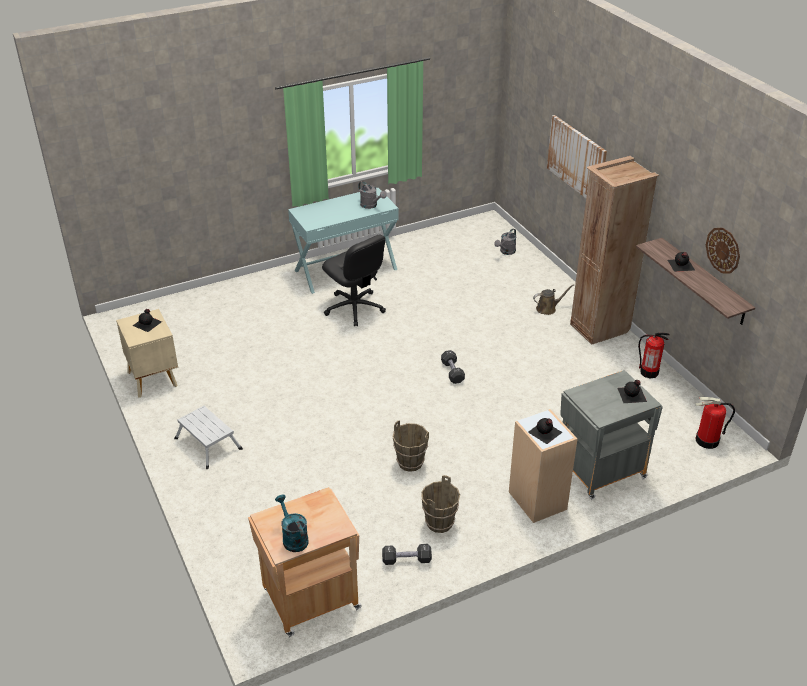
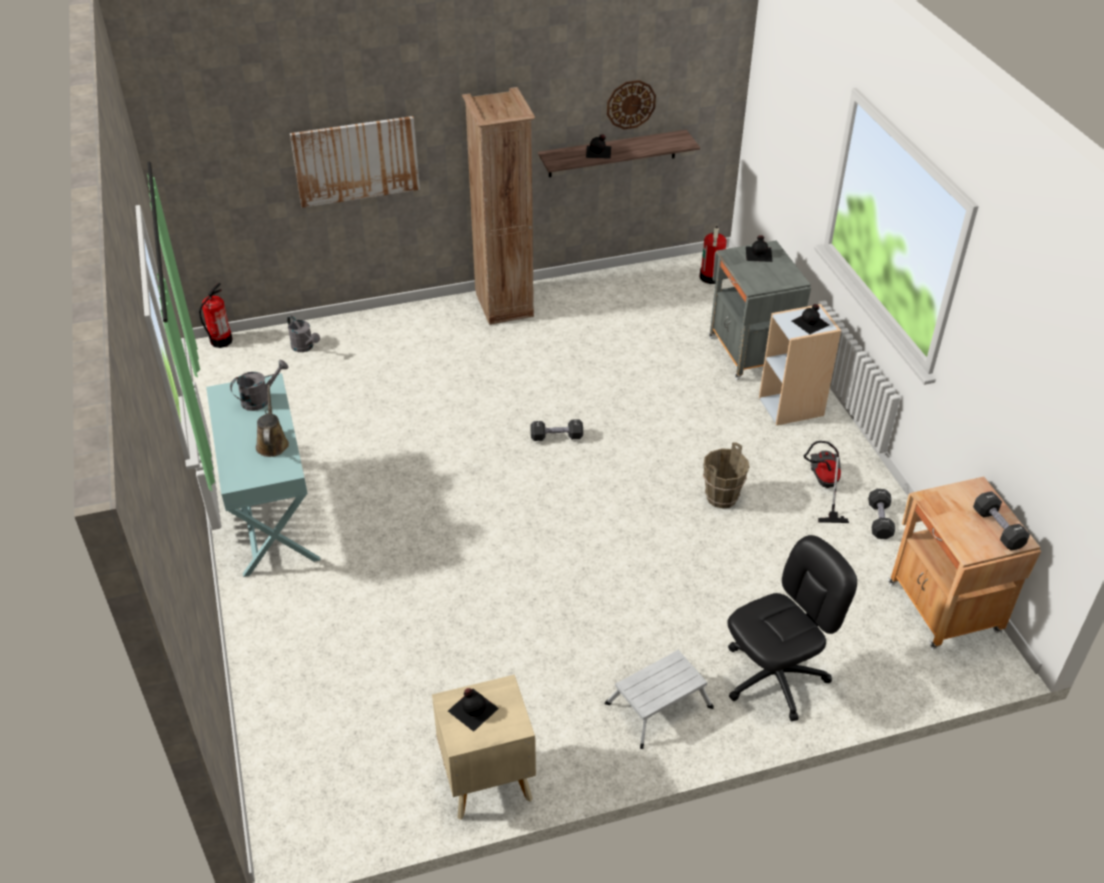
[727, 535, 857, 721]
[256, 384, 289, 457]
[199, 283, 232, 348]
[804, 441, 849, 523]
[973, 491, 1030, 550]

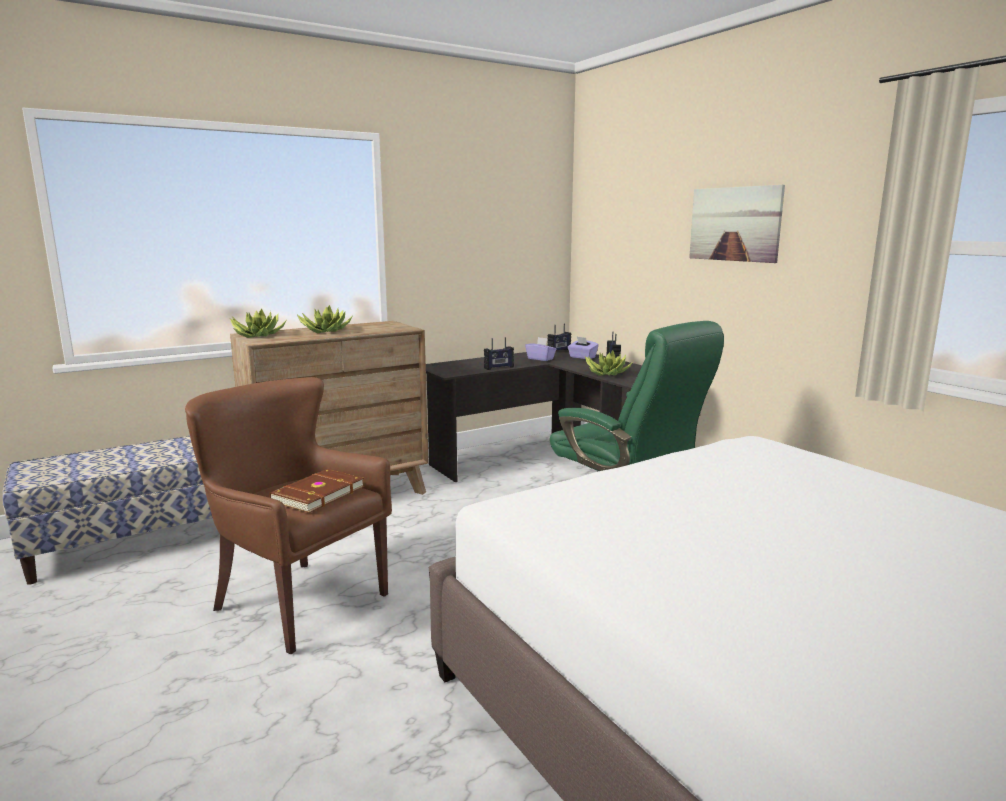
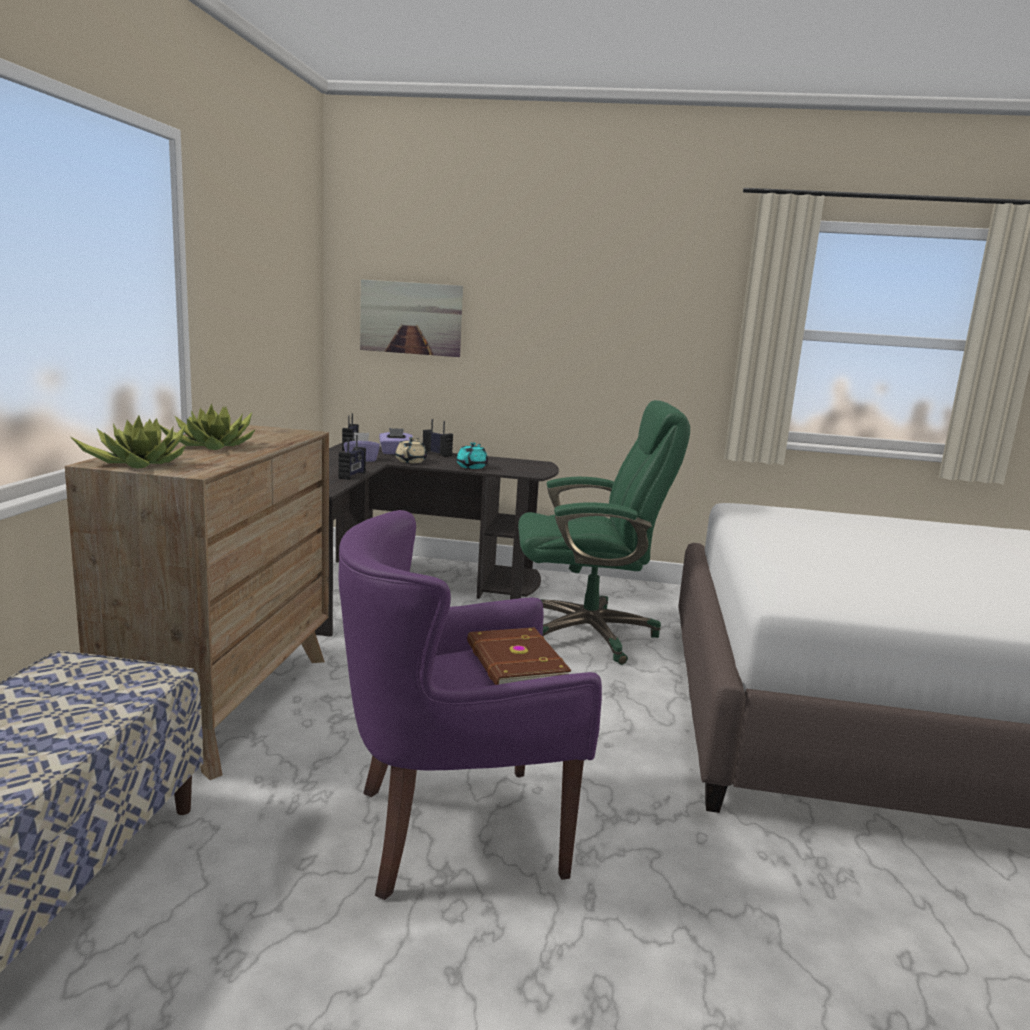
[360, 279, 463, 357]
[456, 442, 488, 469]
[339, 510, 602, 900]
[395, 437, 427, 463]

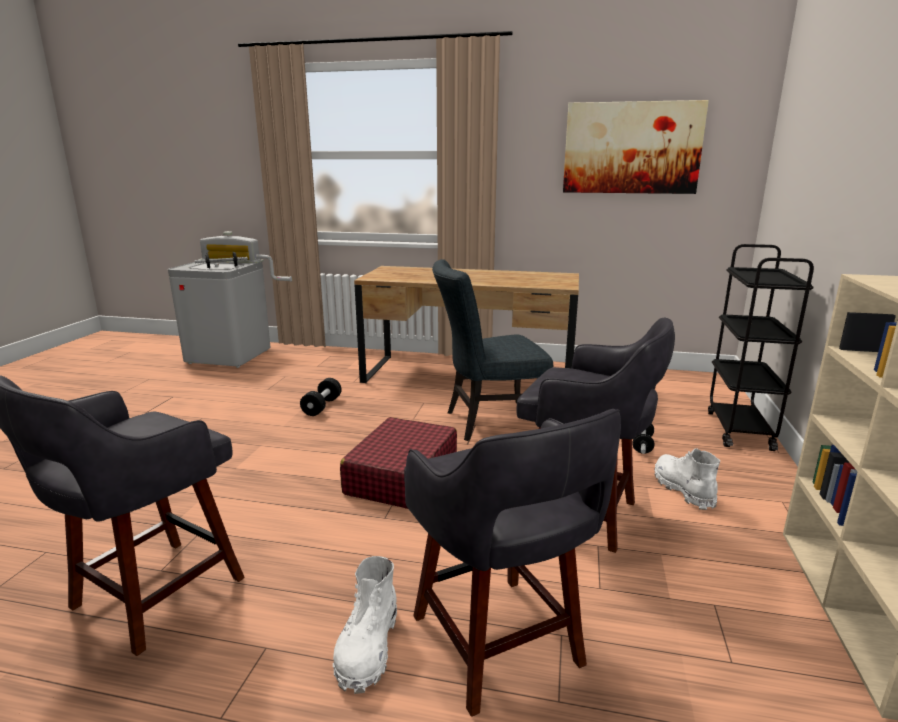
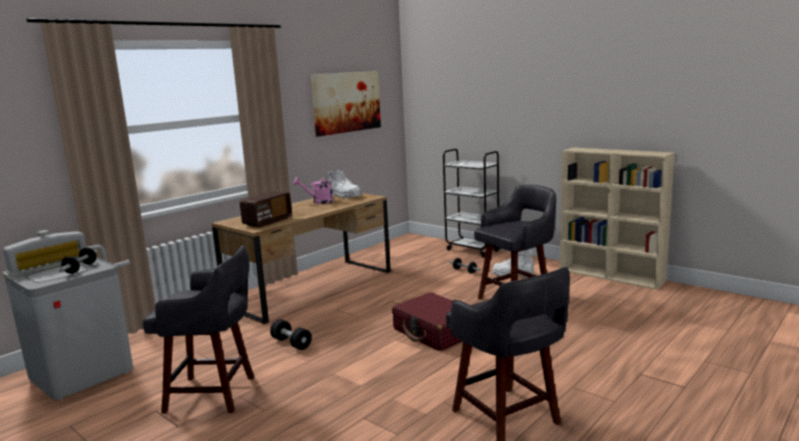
[443, 149, 501, 258]
[432, 259, 553, 441] (first image)
[143, 245, 254, 414]
[328, 171, 361, 199]
[293, 175, 337, 204]
[240, 191, 292, 227]

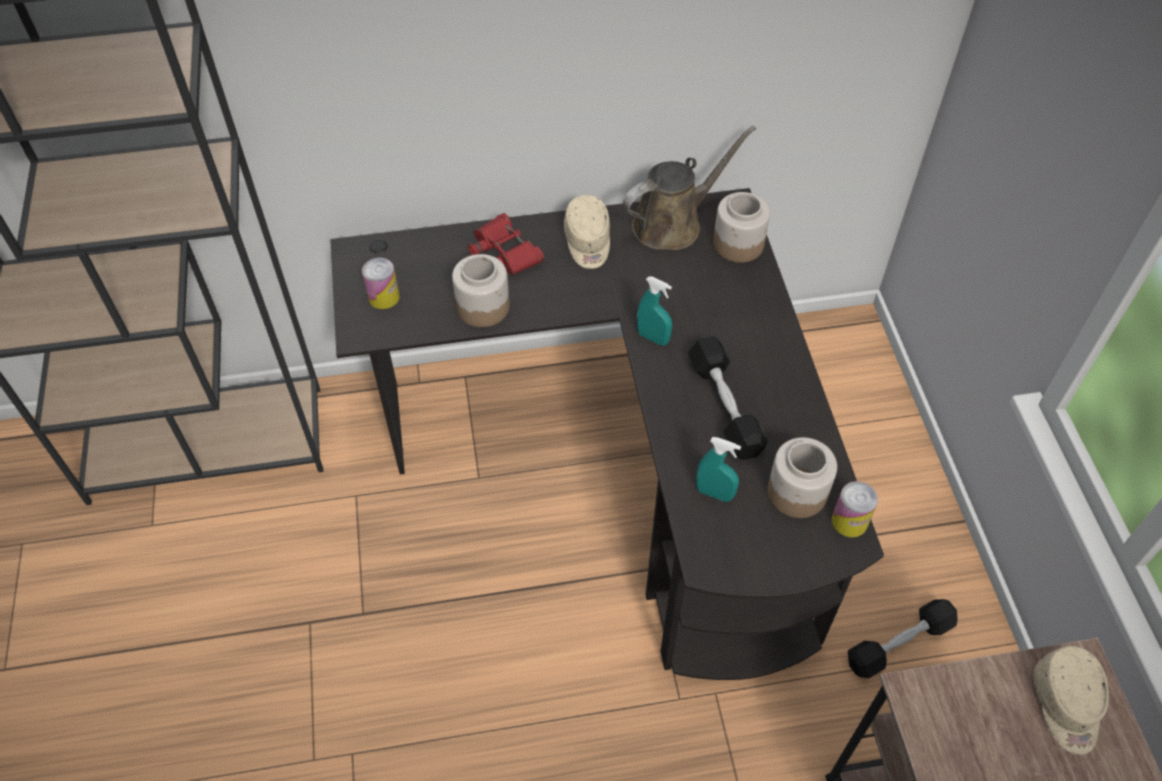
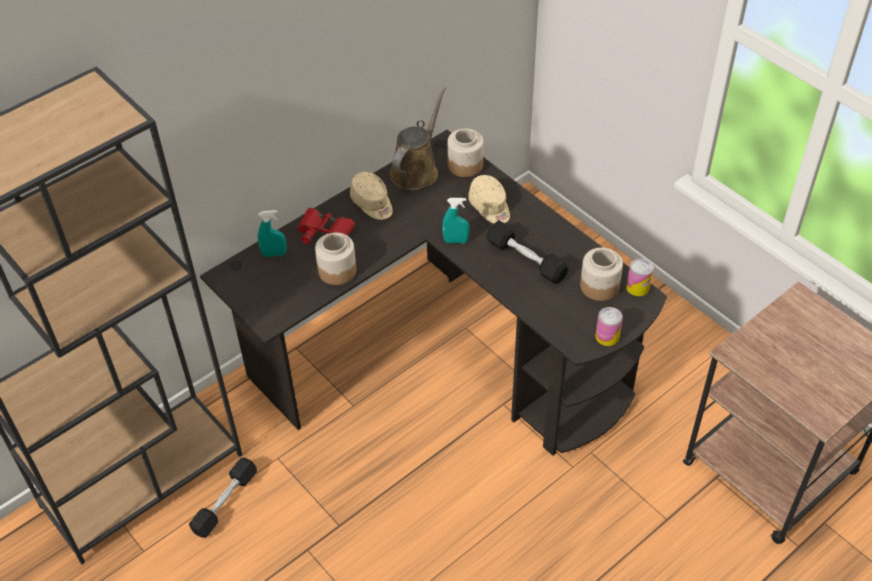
[596, 307, 623, 346]
[258, 210, 286, 257]
[189, 458, 257, 538]
[468, 175, 510, 223]

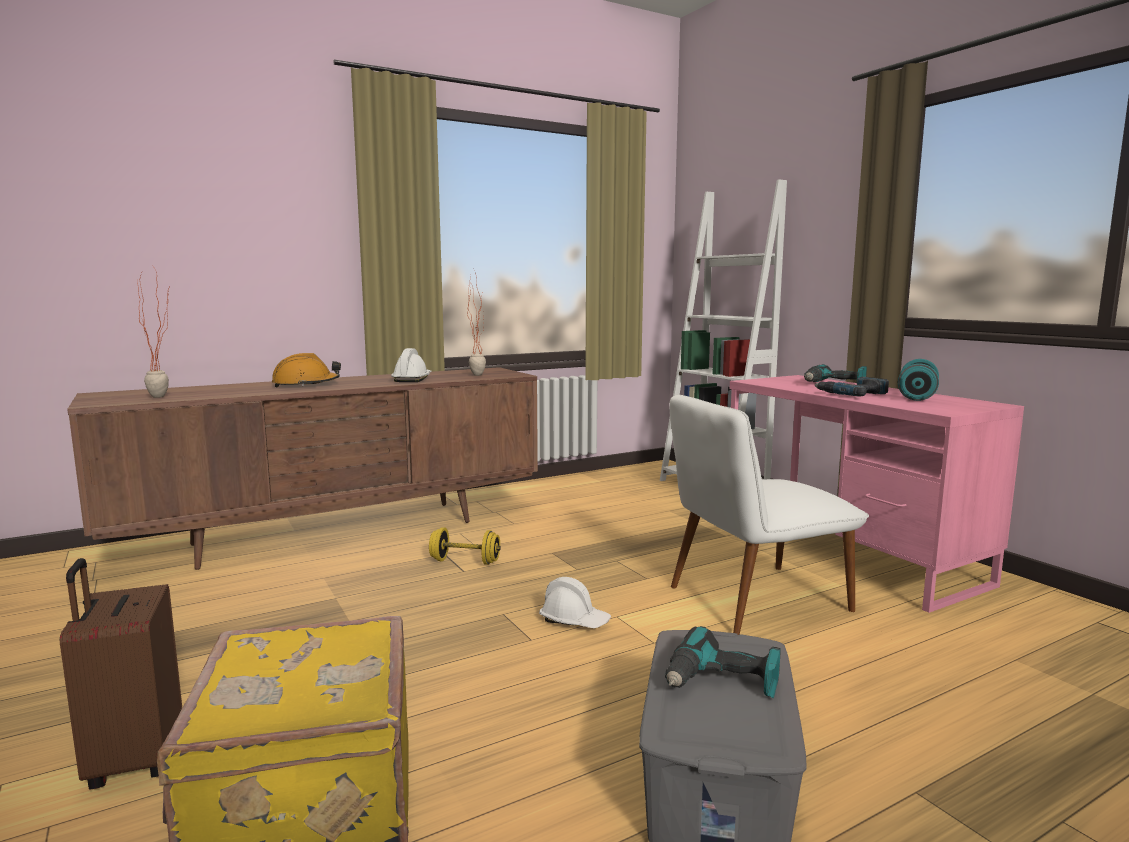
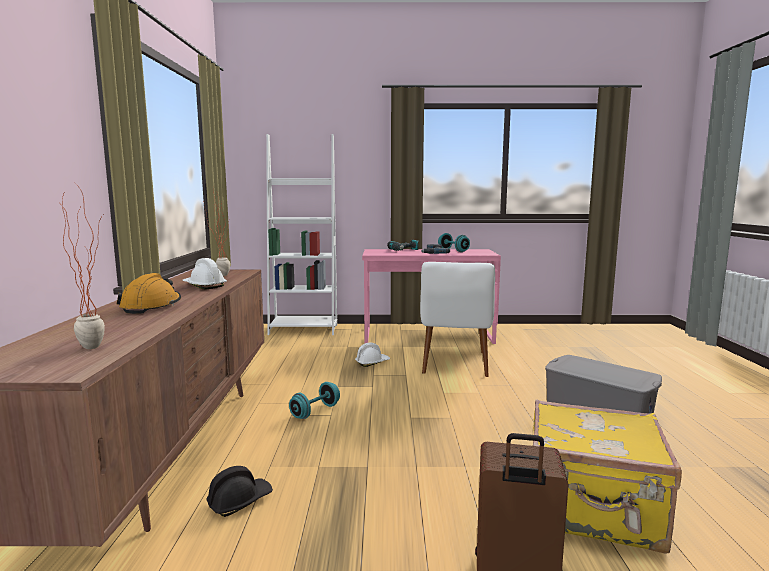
[289, 382, 340, 419]
[355, 342, 390, 367]
[665, 626, 781, 698] (first image)
[206, 466, 273, 517]

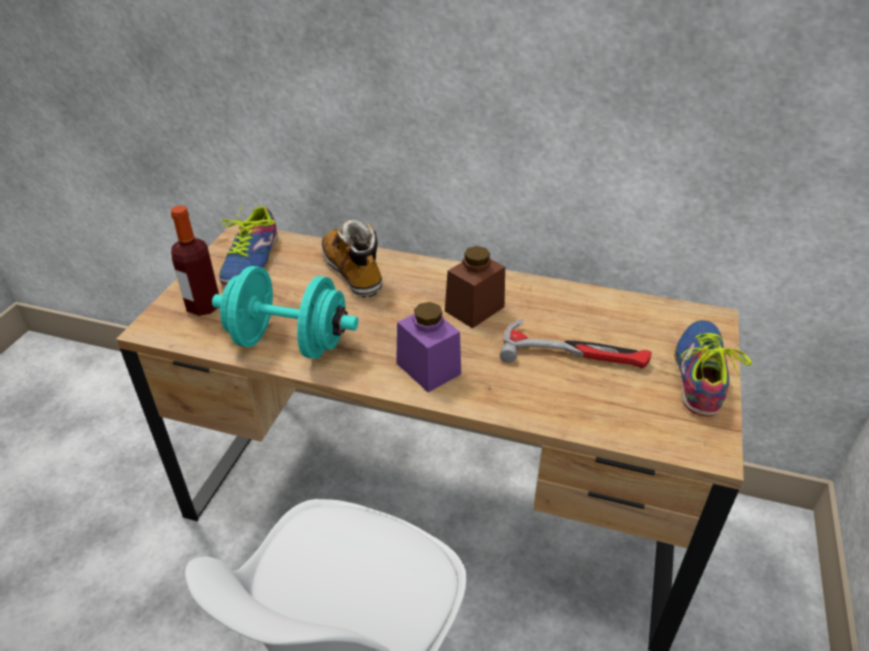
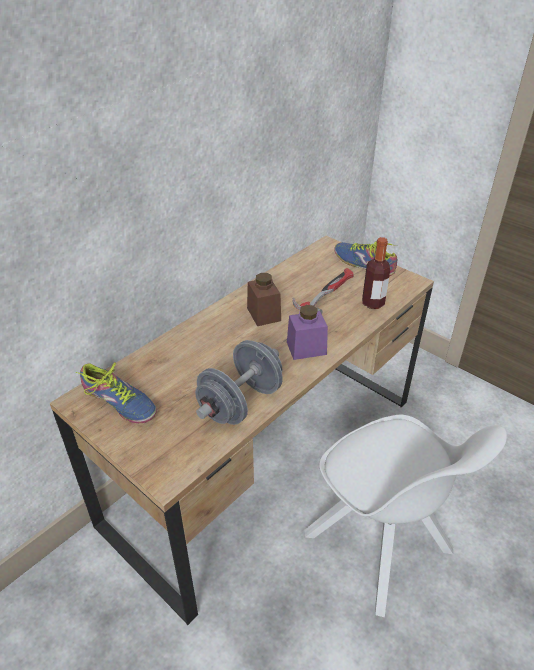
[362, 237, 390, 309]
[321, 219, 382, 297] (first image)
[195, 340, 283, 425]

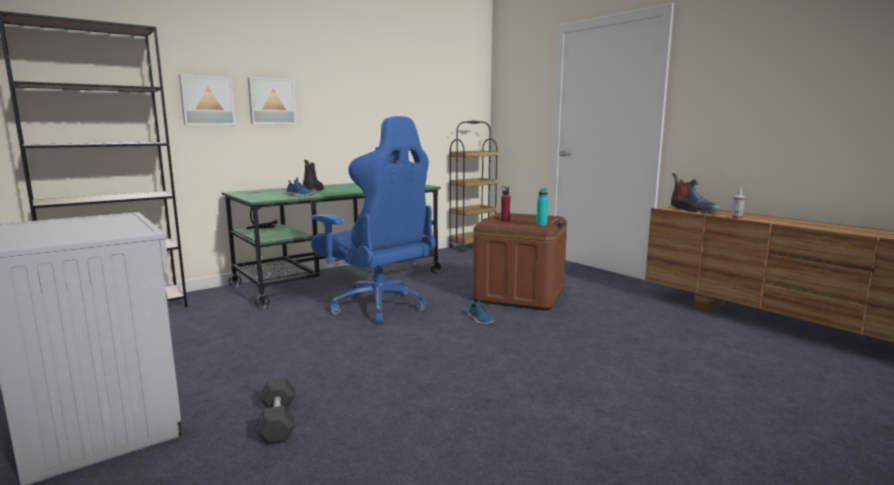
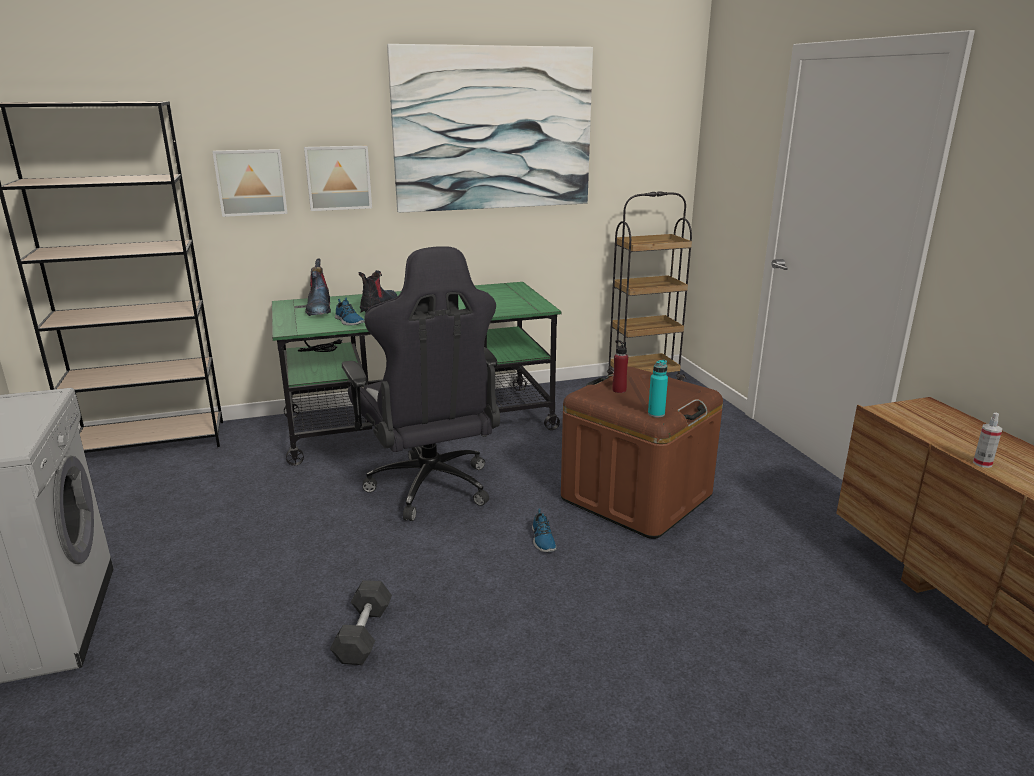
[342, 246, 500, 521]
[305, 259, 331, 316]
[330, 580, 392, 665]
[387, 44, 593, 213]

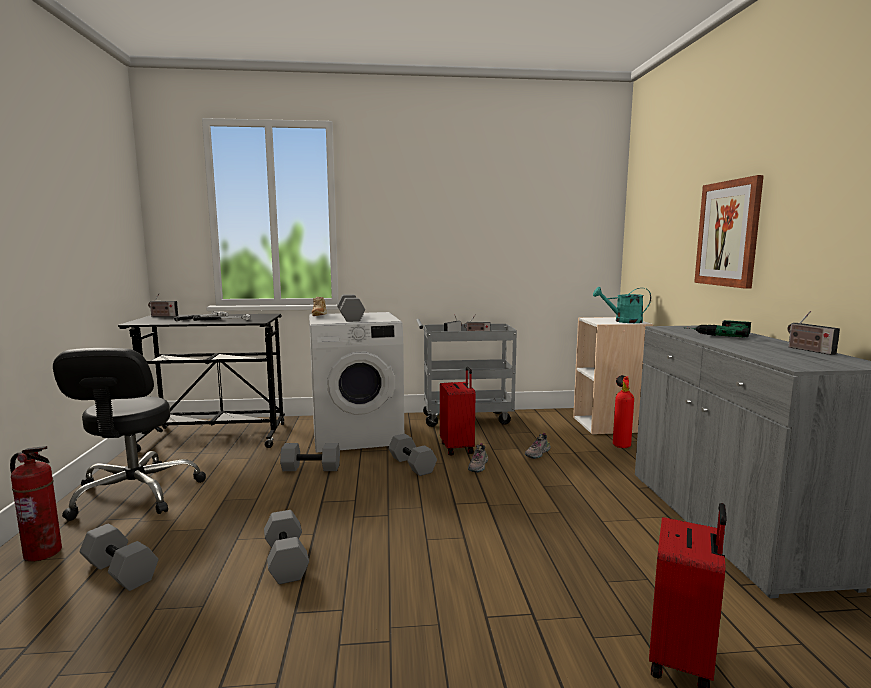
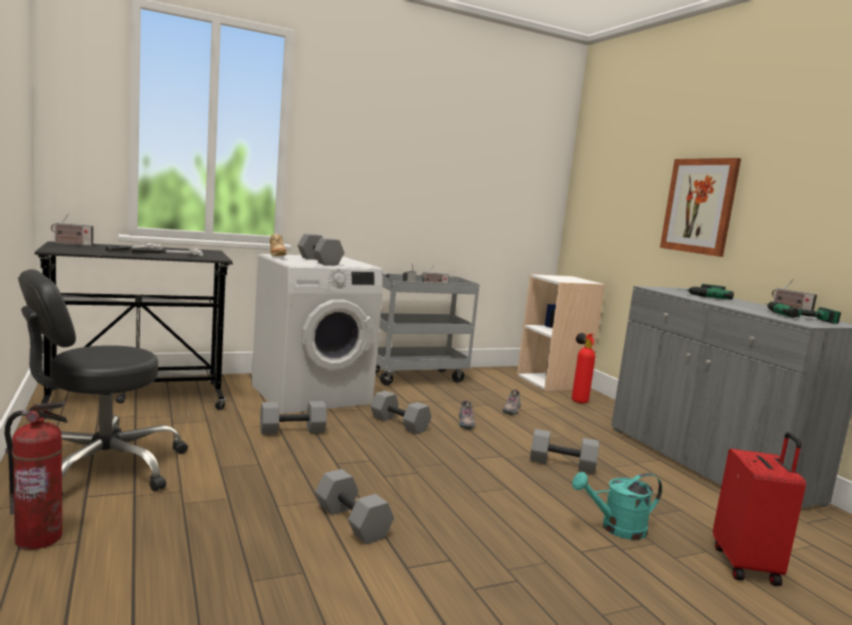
[572, 472, 662, 540]
[18, 269, 188, 496]
[440, 367, 475, 455] (first image)
[530, 429, 599, 473]
[764, 302, 841, 324]

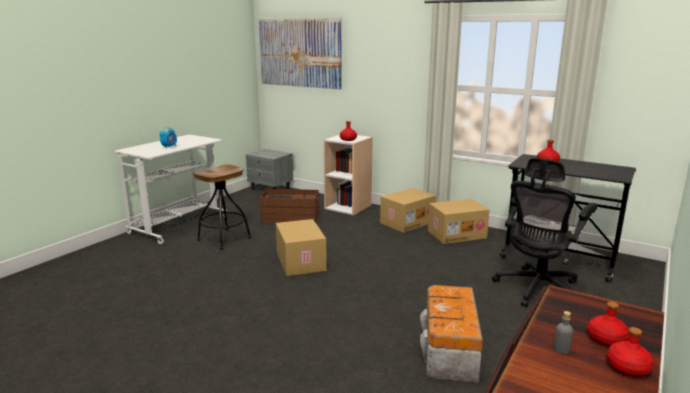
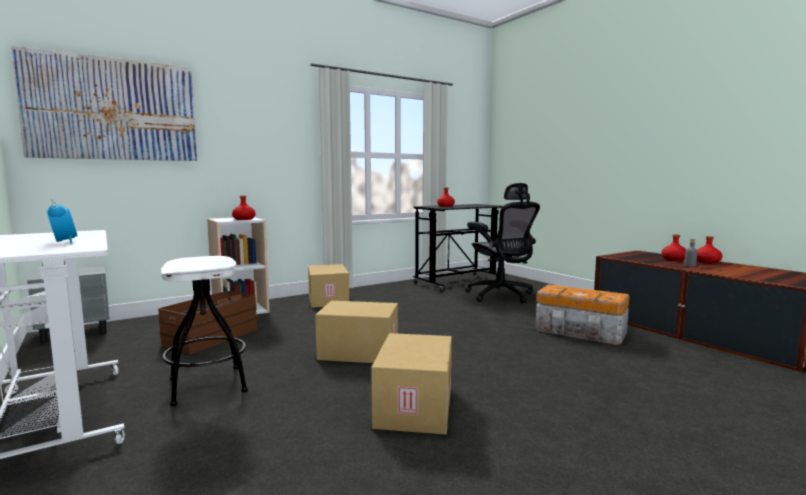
[161, 256, 248, 406]
[371, 333, 452, 435]

